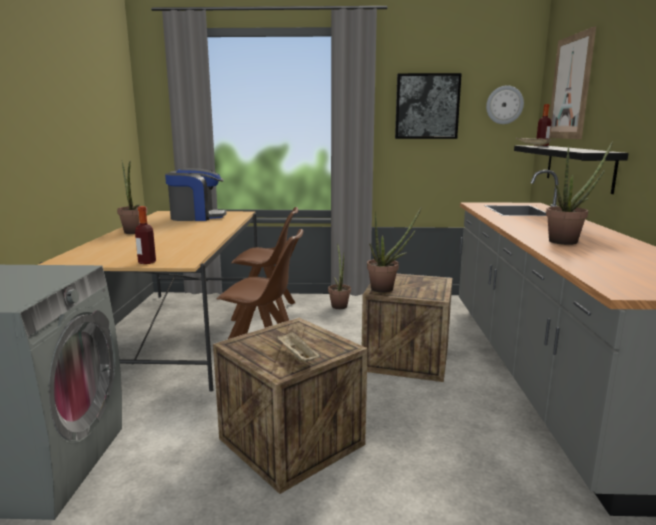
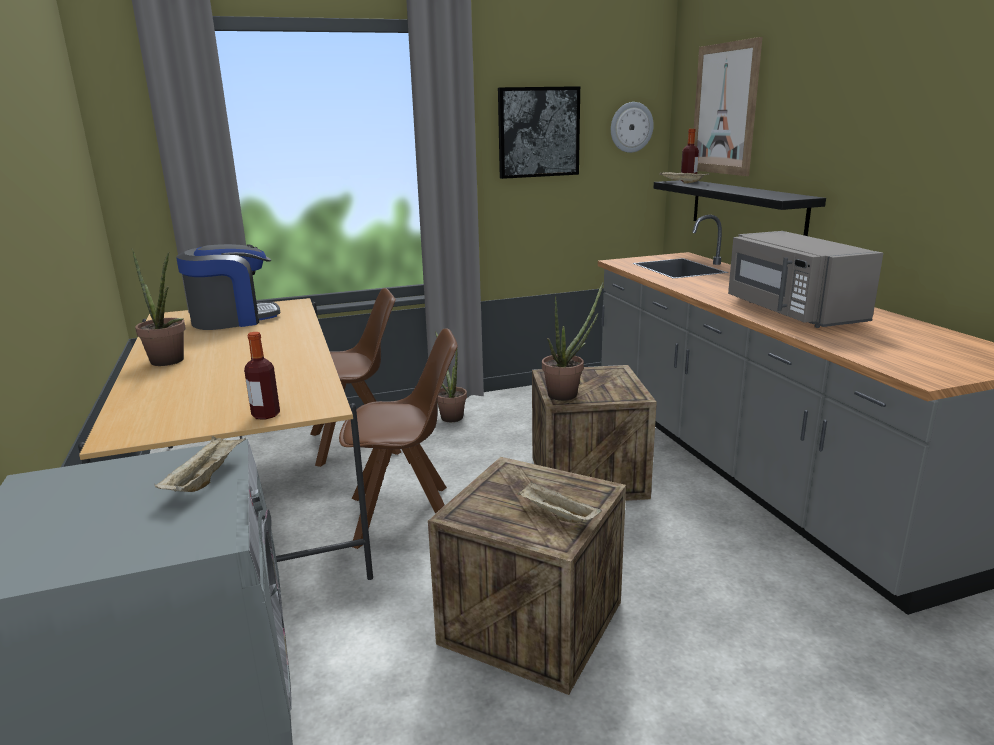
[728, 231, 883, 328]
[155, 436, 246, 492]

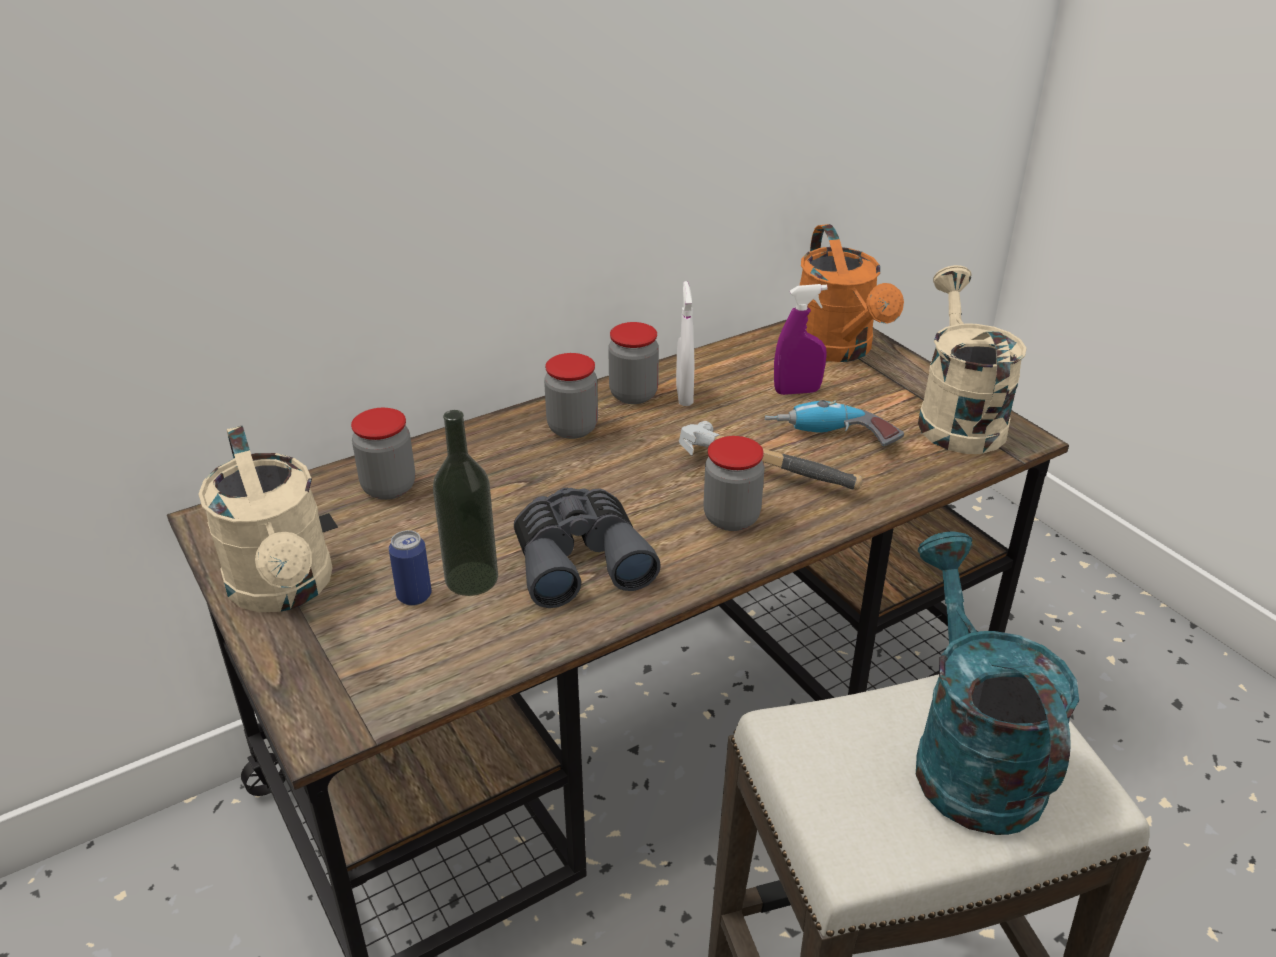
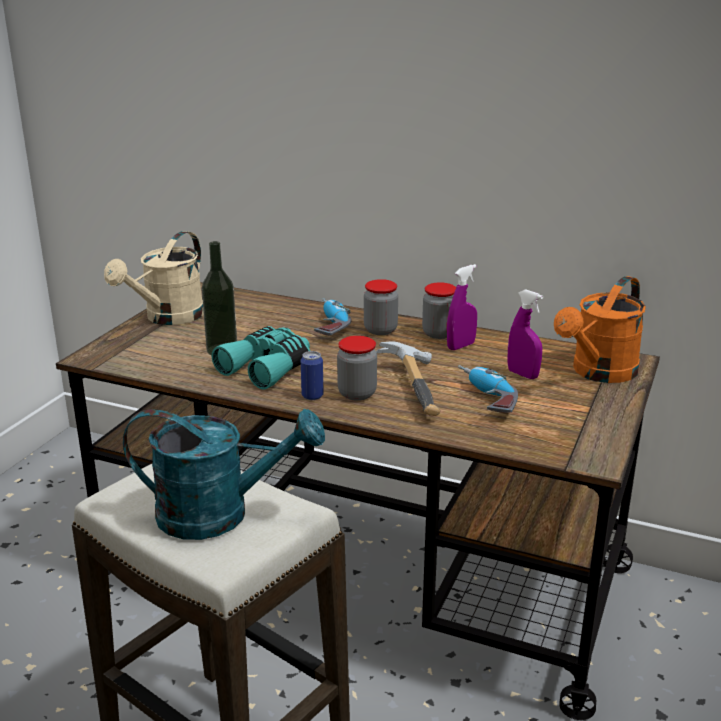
[918, 265, 1027, 454] (first image)
[447, 264, 477, 350]
[351, 408, 415, 500] (first image)
[212, 326, 310, 390]
[301, 351, 324, 400]
[123, 409, 325, 540]
[314, 298, 352, 335]

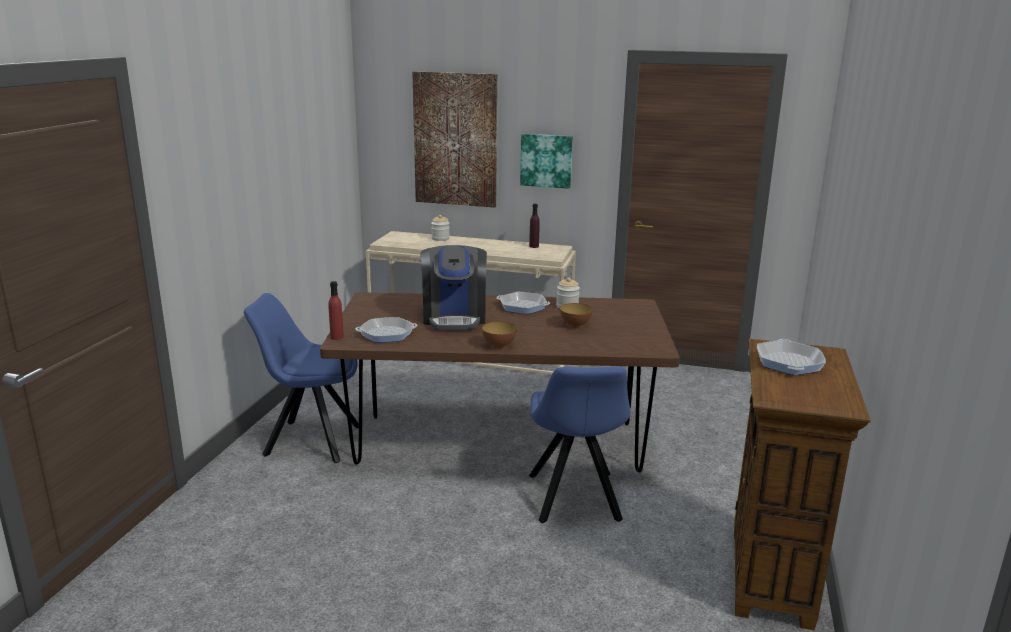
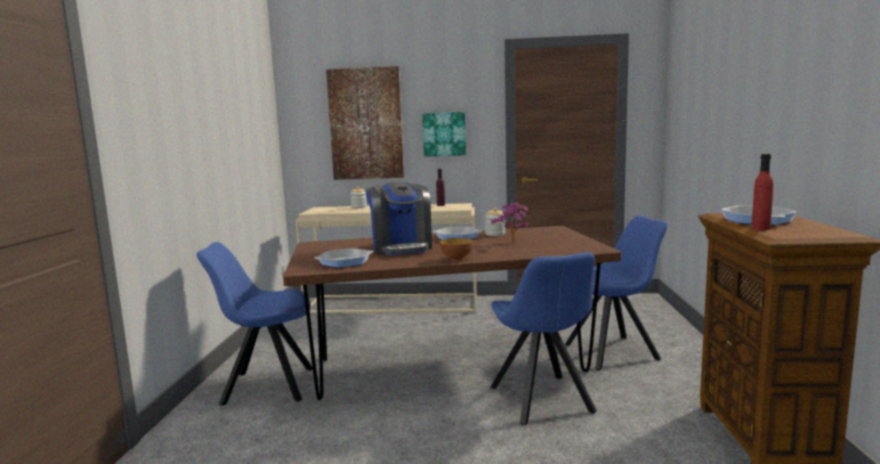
[751, 154, 774, 230]
[491, 202, 528, 243]
[565, 216, 668, 370]

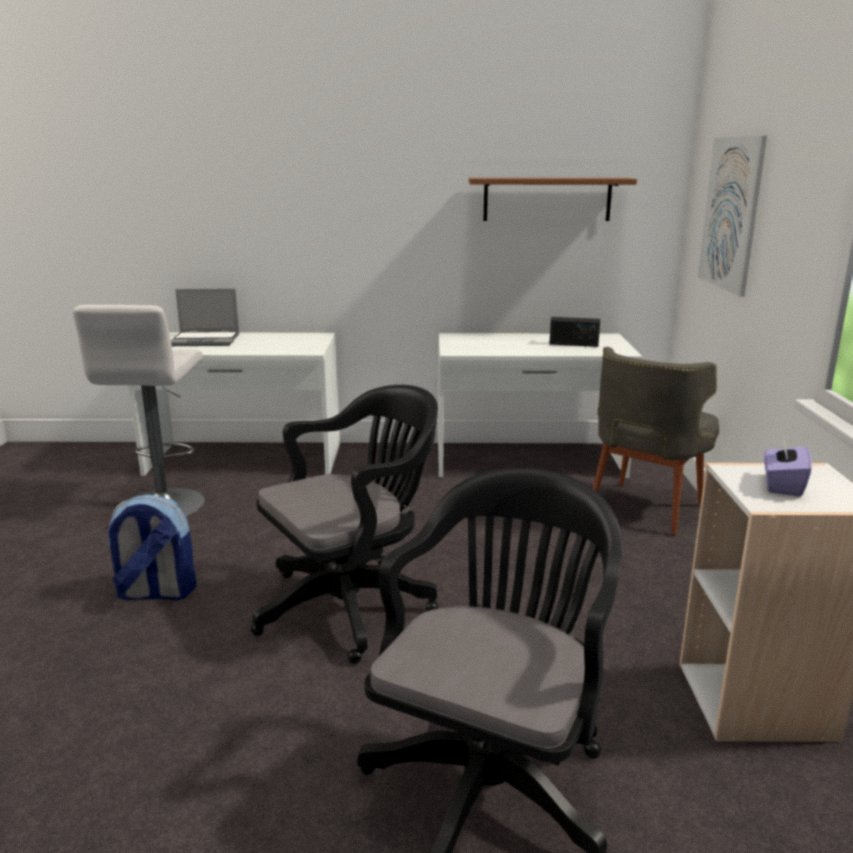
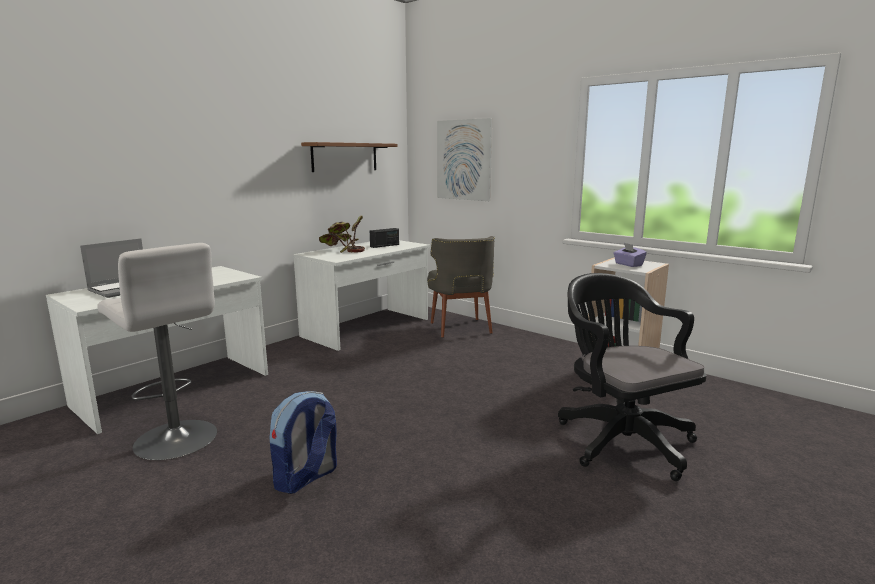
[251, 385, 438, 664] (first image)
[319, 215, 365, 253]

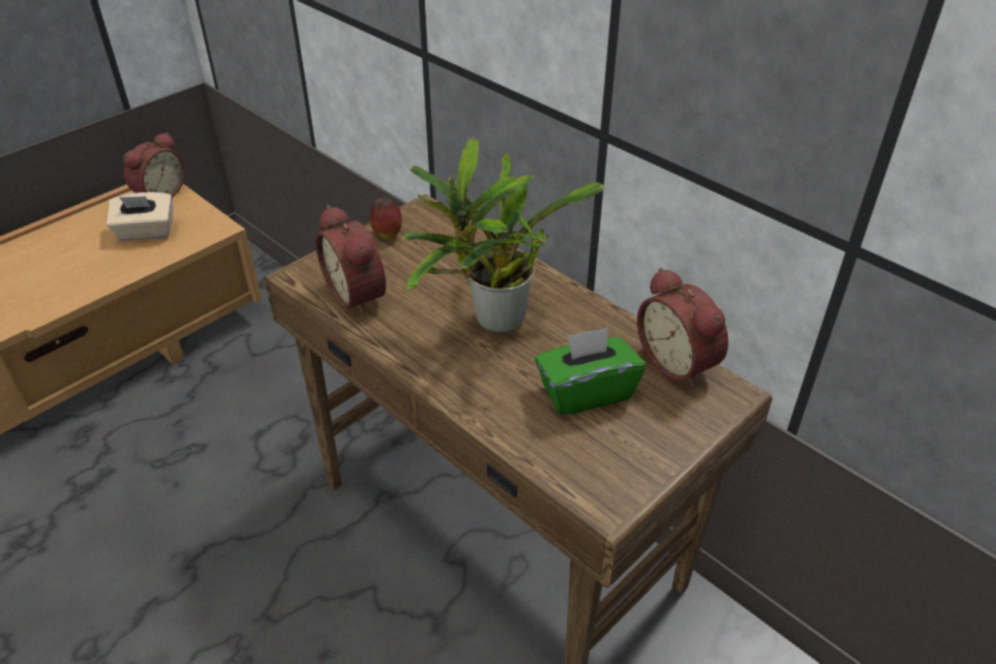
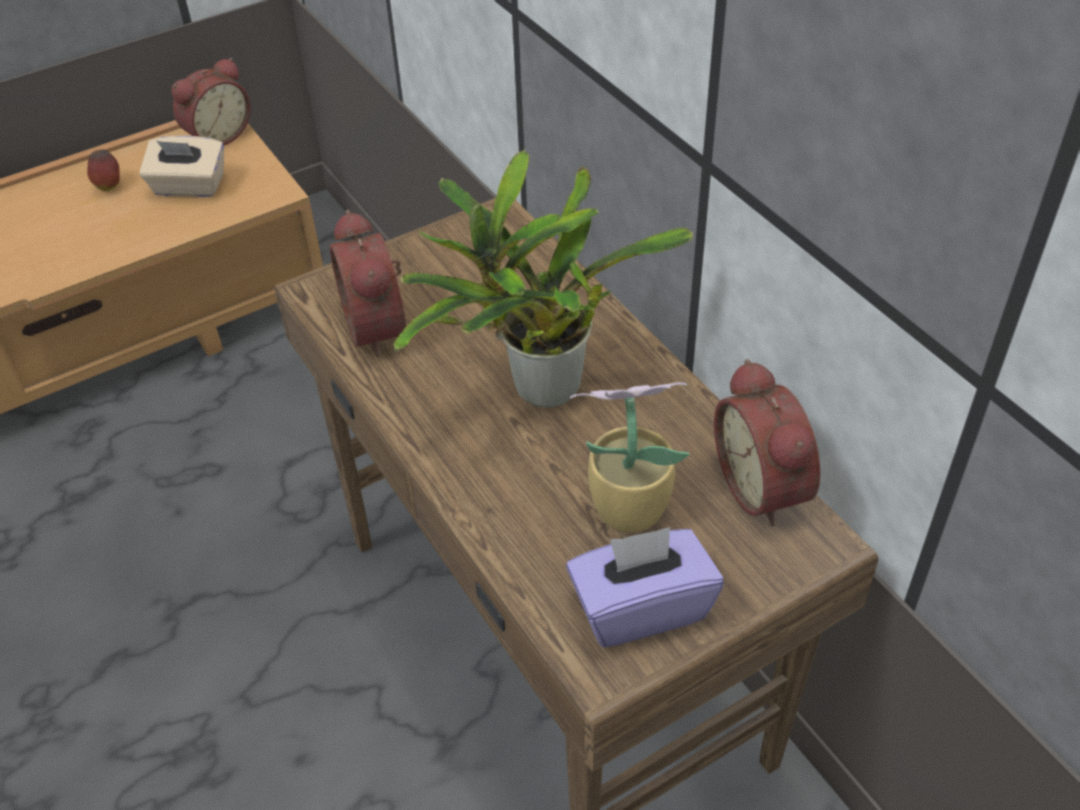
[87, 149, 120, 191]
[570, 382, 690, 533]
[566, 527, 724, 648]

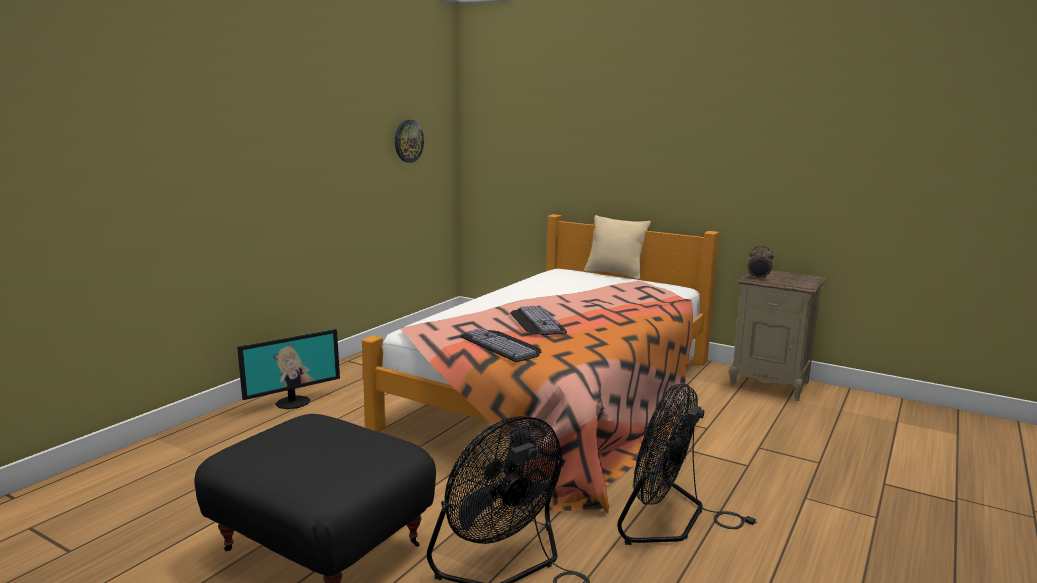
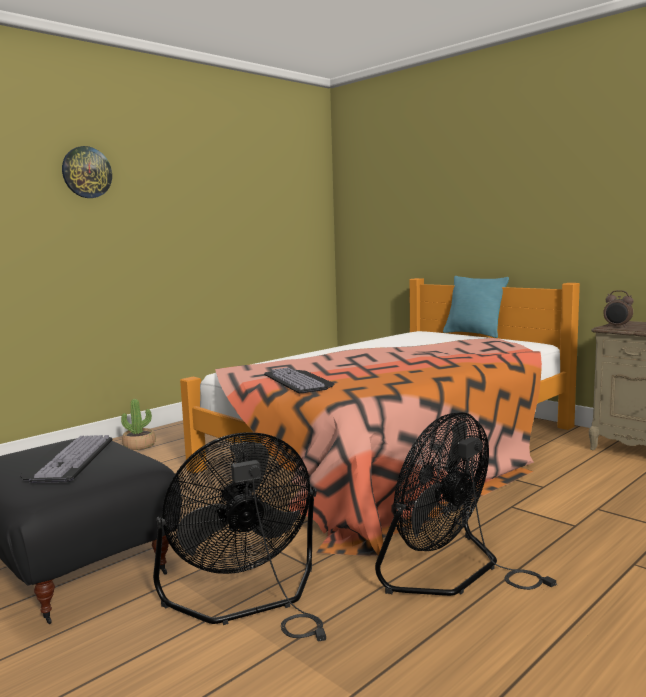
[62, 146, 112, 198]
[443, 276, 509, 338]
[20, 435, 113, 483]
[121, 399, 156, 450]

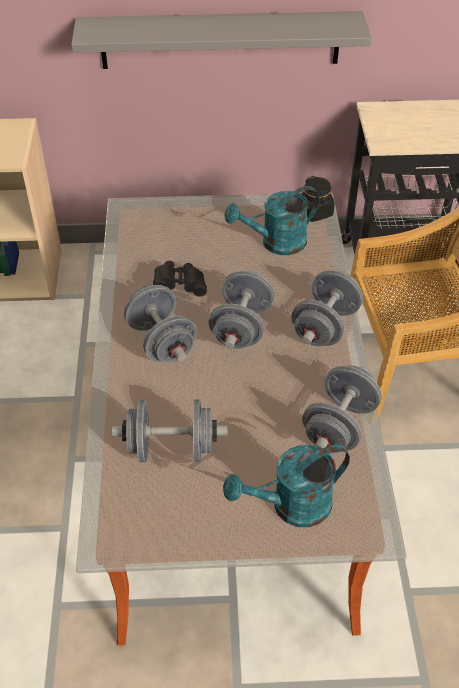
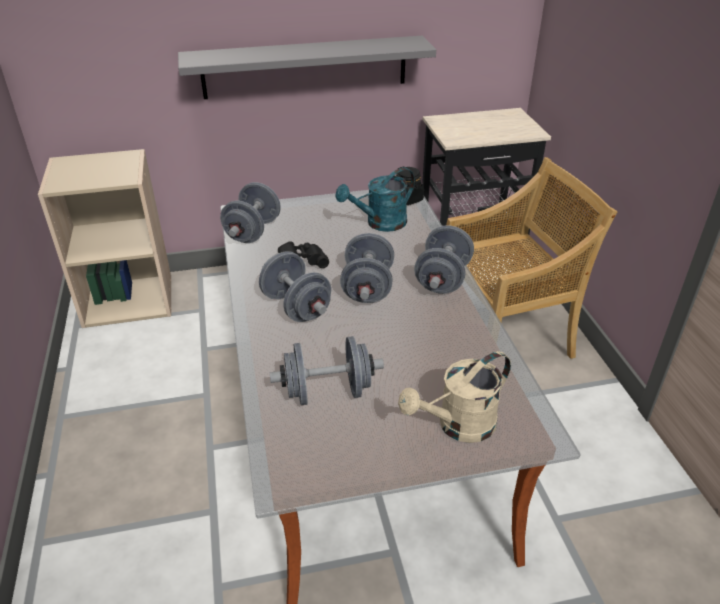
[220, 182, 281, 243]
[398, 351, 511, 443]

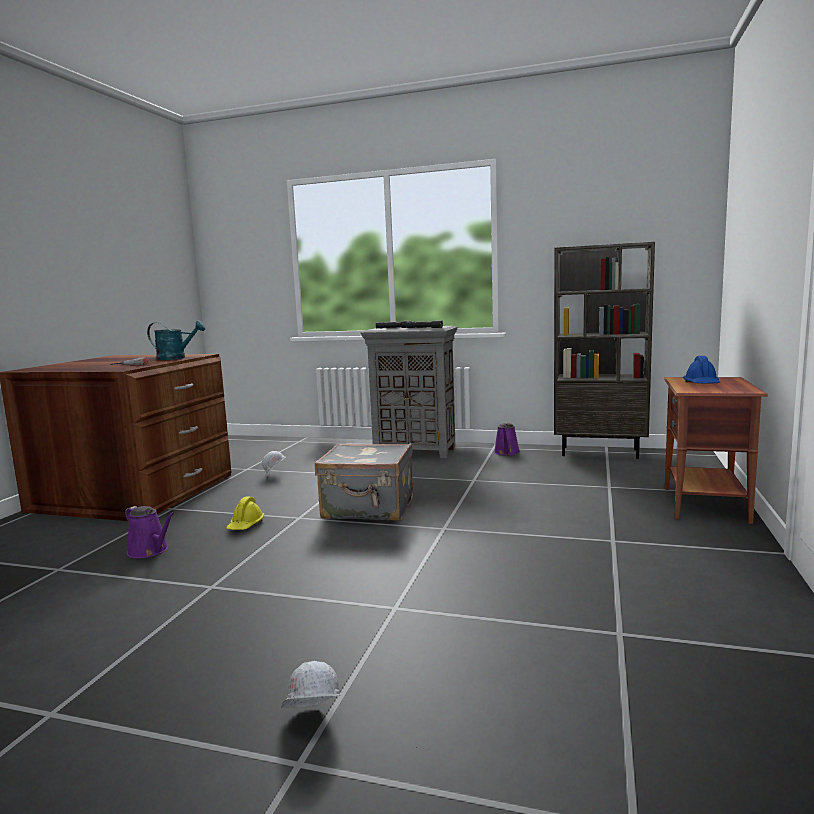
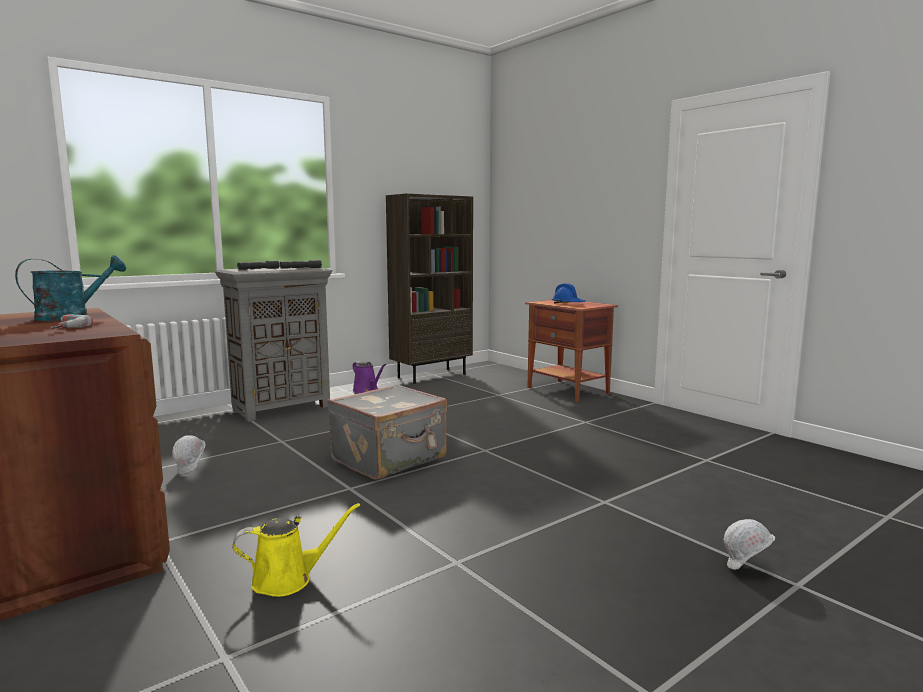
[226, 497, 264, 530] (first image)
[232, 503, 360, 597]

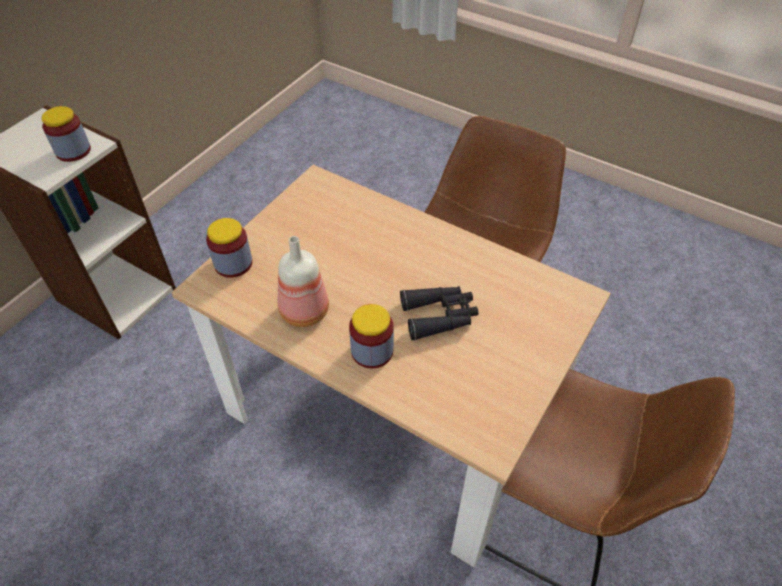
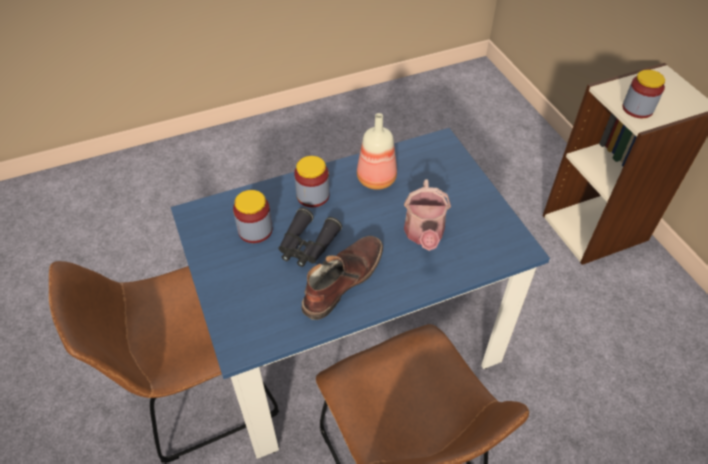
[171, 128, 550, 459]
[233, 190, 273, 243]
[404, 180, 451, 251]
[301, 236, 383, 320]

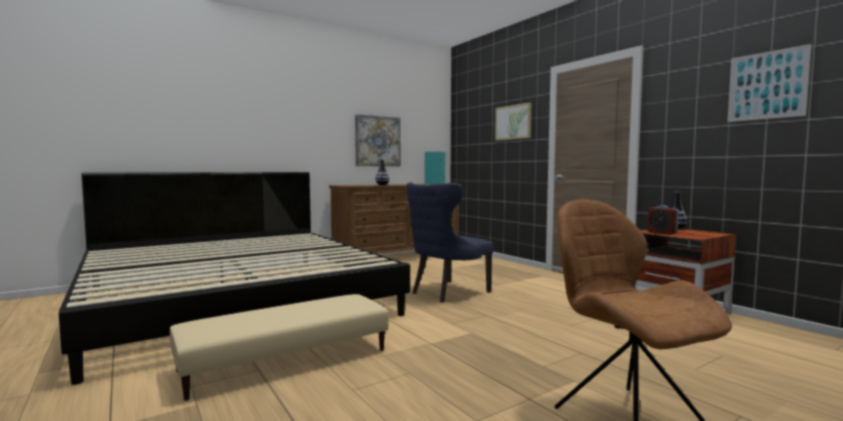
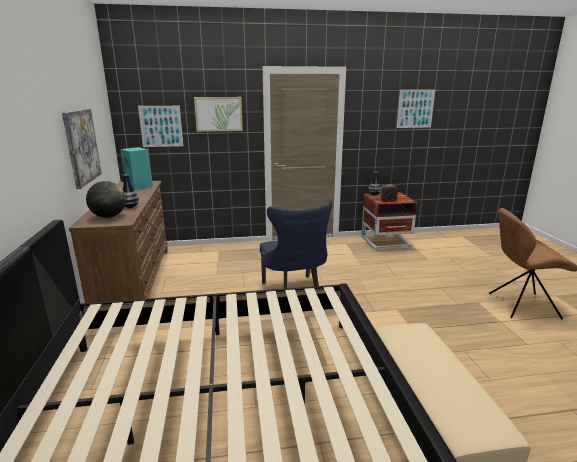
[138, 106, 183, 147]
[86, 181, 126, 218]

